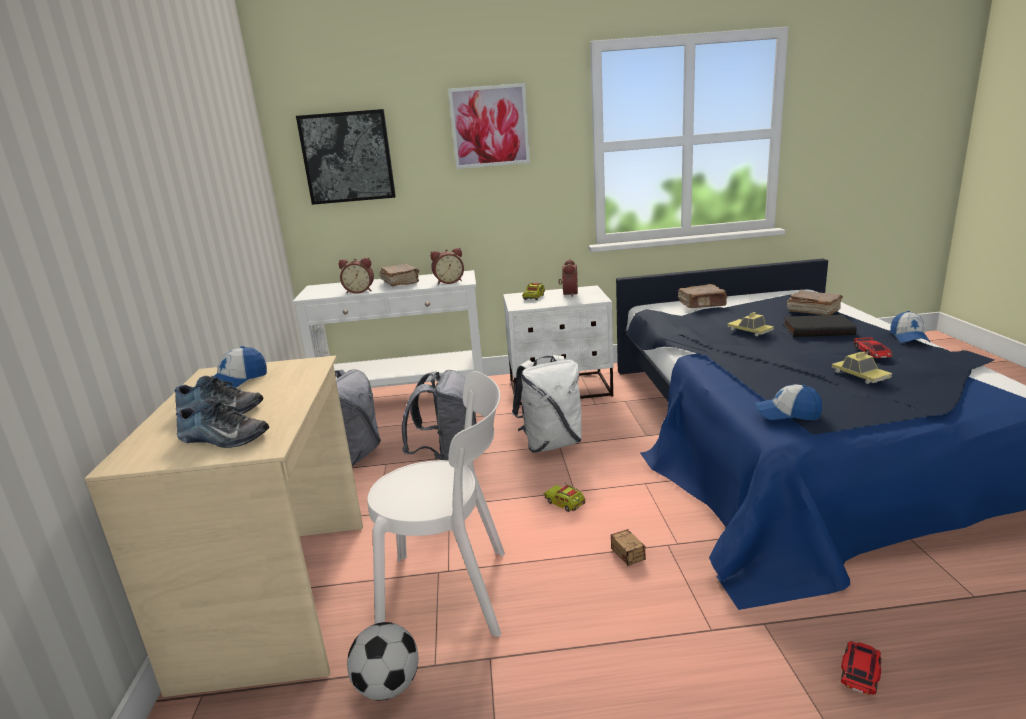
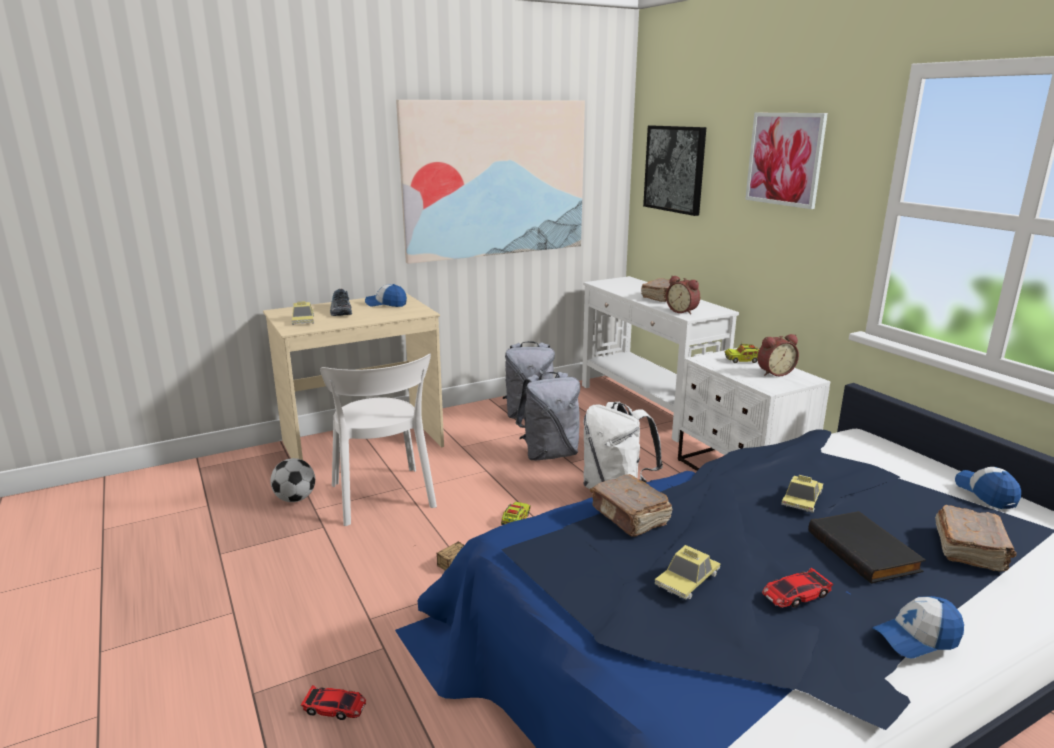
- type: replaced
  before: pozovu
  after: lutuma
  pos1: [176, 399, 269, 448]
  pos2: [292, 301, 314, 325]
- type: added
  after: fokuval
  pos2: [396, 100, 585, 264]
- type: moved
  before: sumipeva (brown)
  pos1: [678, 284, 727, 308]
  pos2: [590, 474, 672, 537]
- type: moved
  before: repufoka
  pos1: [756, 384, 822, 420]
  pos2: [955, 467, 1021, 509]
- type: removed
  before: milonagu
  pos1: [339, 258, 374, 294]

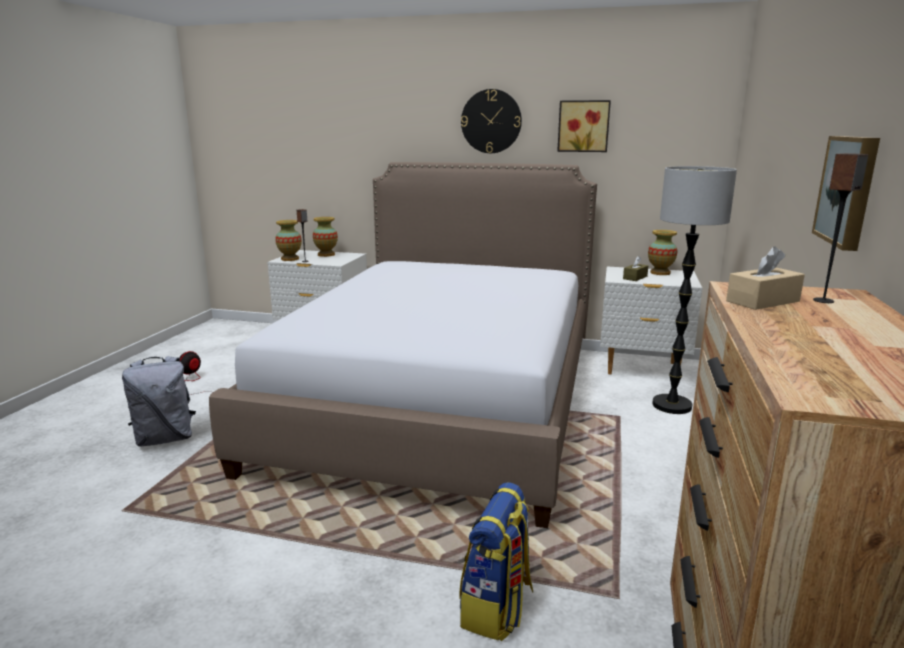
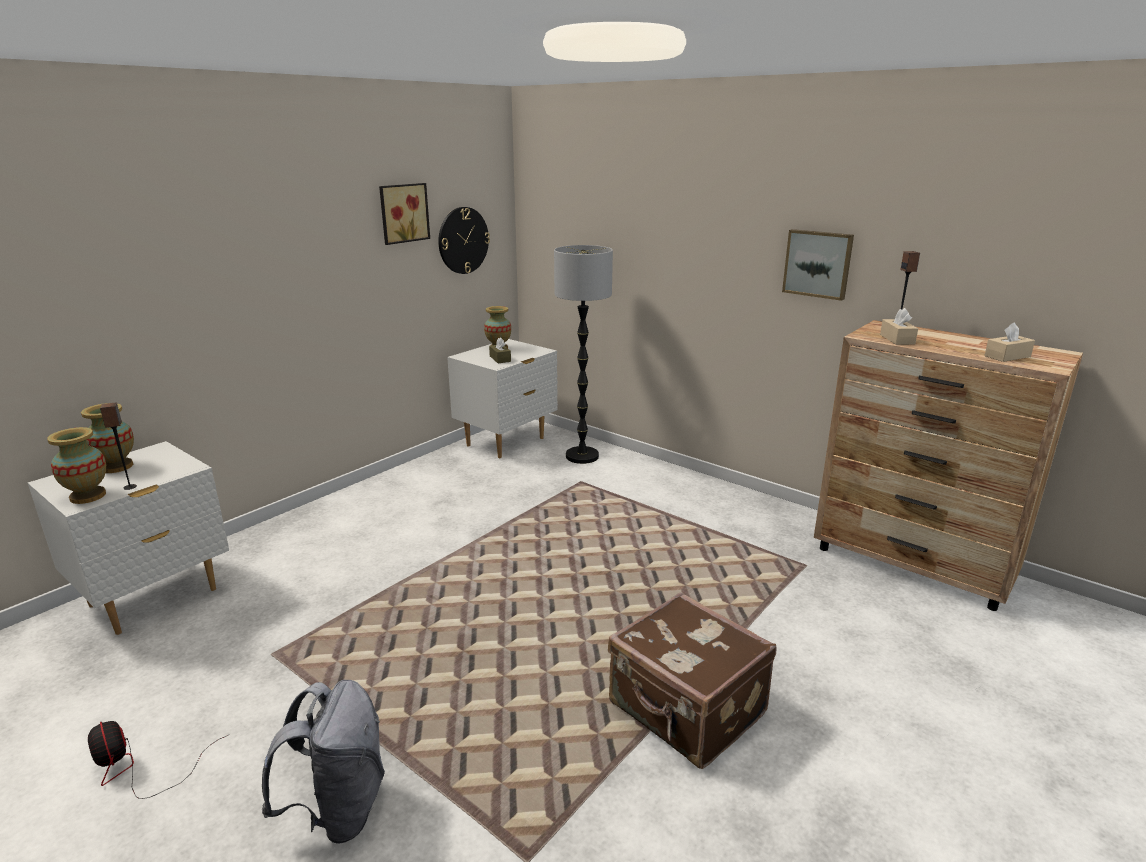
- type: moved
  before: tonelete
  pos1: [461, 89, 522, 153]
  pos2: [438, 207, 490, 274]
- type: added
  after: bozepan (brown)
  pos2: [608, 592, 777, 769]
- type: added
  after: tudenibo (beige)
  pos2: [984, 323, 1035, 362]
- type: removed
  before: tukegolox
  pos1: [209, 162, 597, 528]
- type: removed
  before: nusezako
  pos1: [459, 482, 533, 641]

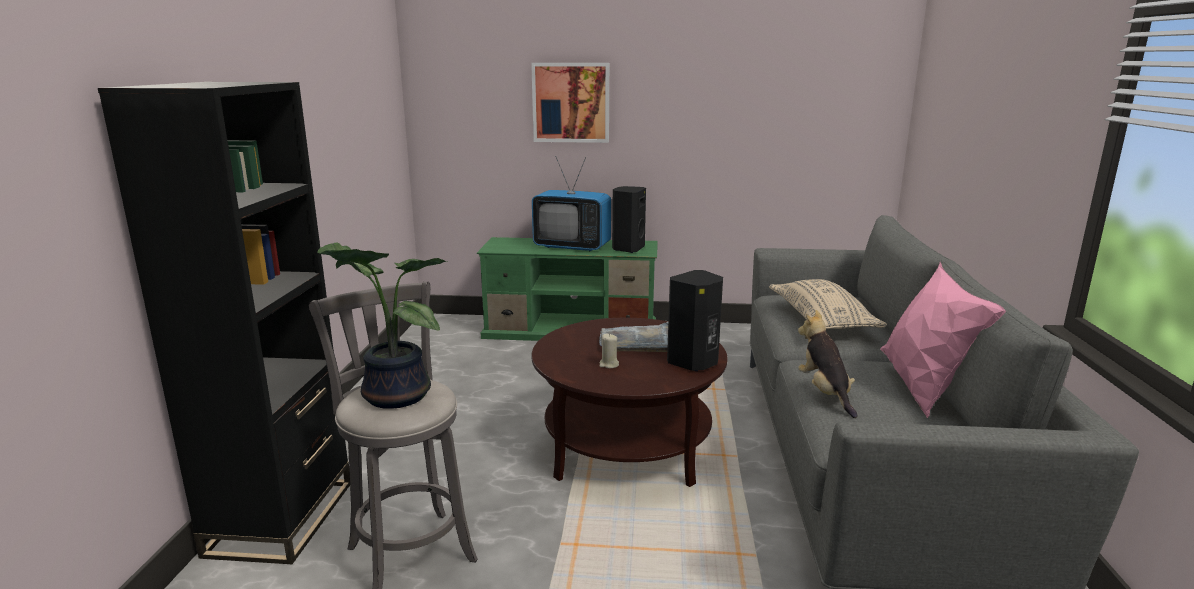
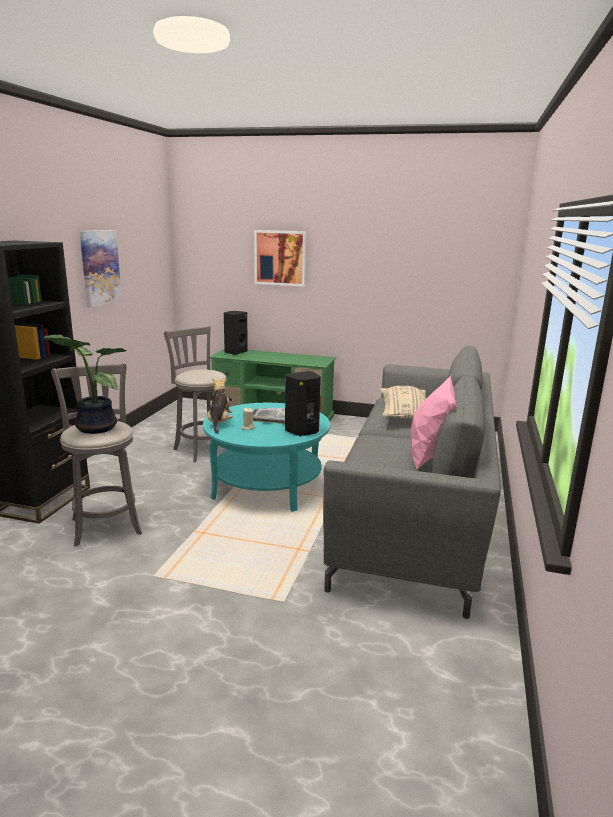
- type: added
  after: fokuval
  pos2: [80, 230, 122, 307]
- type: added
  after: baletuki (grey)
  pos2: [164, 326, 227, 462]
- type: recoloured
  before: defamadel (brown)
  after: defamadel (turquoise)
  pos1: [531, 318, 728, 487]
  pos2: [203, 403, 330, 512]
- type: moved
  before: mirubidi
  pos1: [798, 310, 858, 418]
  pos2: [208, 378, 233, 434]
- type: moved
  before: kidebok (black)
  pos1: [612, 186, 646, 253]
  pos2: [224, 311, 248, 355]
- type: removed
  before: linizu
  pos1: [532, 156, 611, 251]

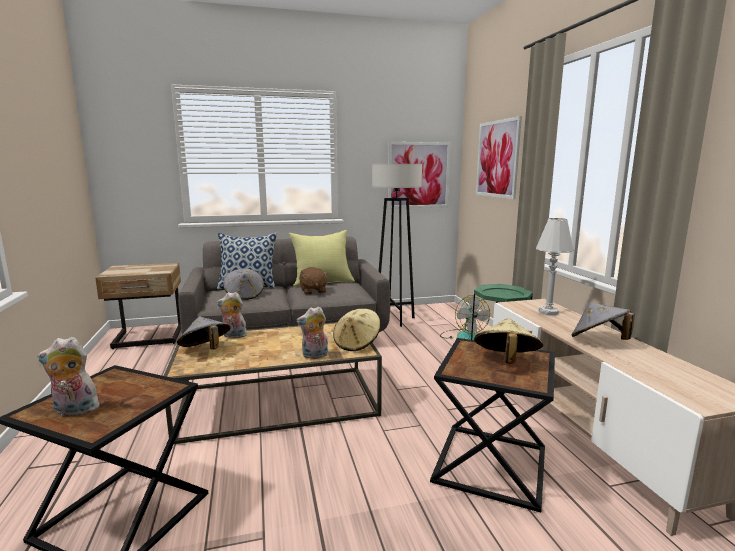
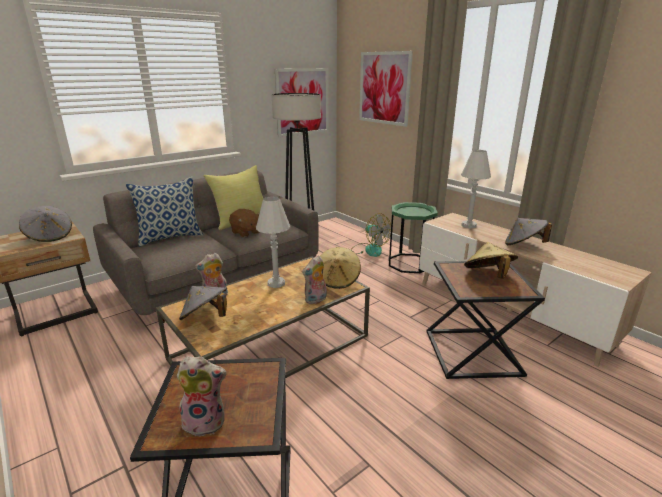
- type: moved
  before: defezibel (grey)
  pos1: [223, 269, 264, 300]
  pos2: [19, 206, 72, 242]
- type: turned
  before: mirubidi
  pos1: [37, 337, 100, 416]
  pos2: [177, 356, 227, 437]
  turn: -150
- type: added
  after: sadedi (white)
  pos2: [256, 196, 290, 288]

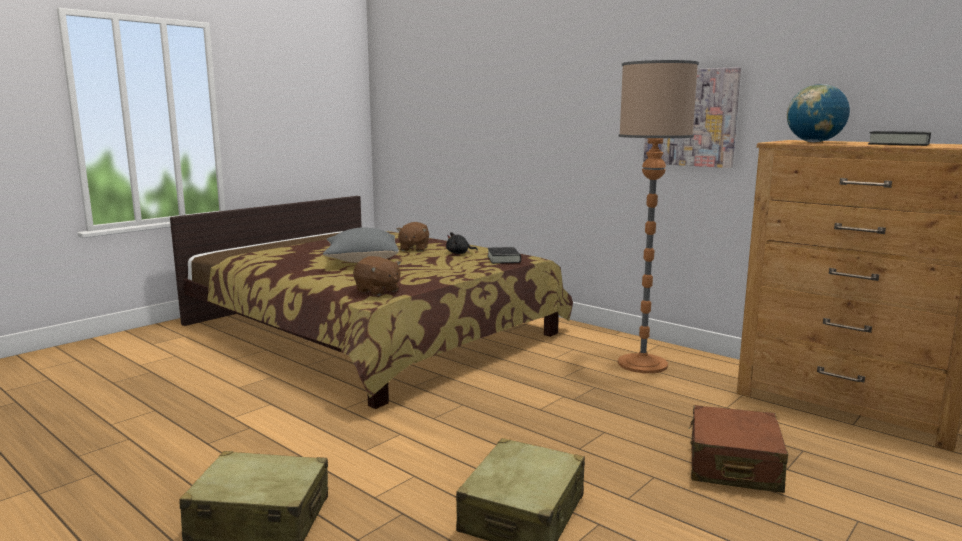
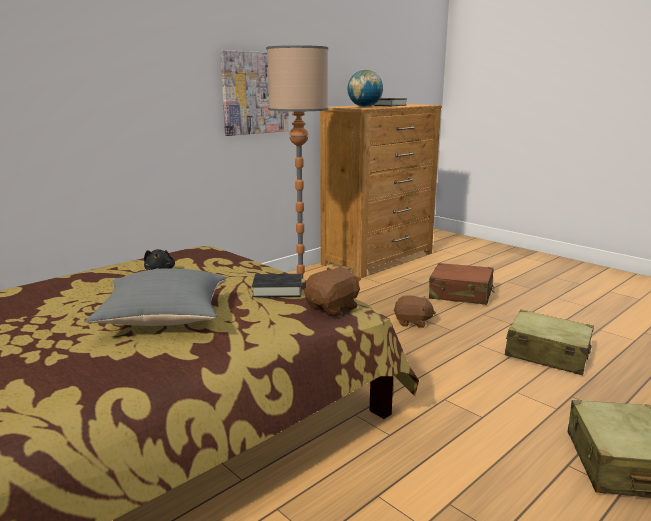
- type: moved
  before: sumipeva (black)
  pos1: [488, 247, 521, 264]
  pos2: [252, 274, 302, 297]
- type: moved
  before: mirubidi (brown)
  pos1: [396, 222, 429, 252]
  pos2: [394, 295, 436, 328]

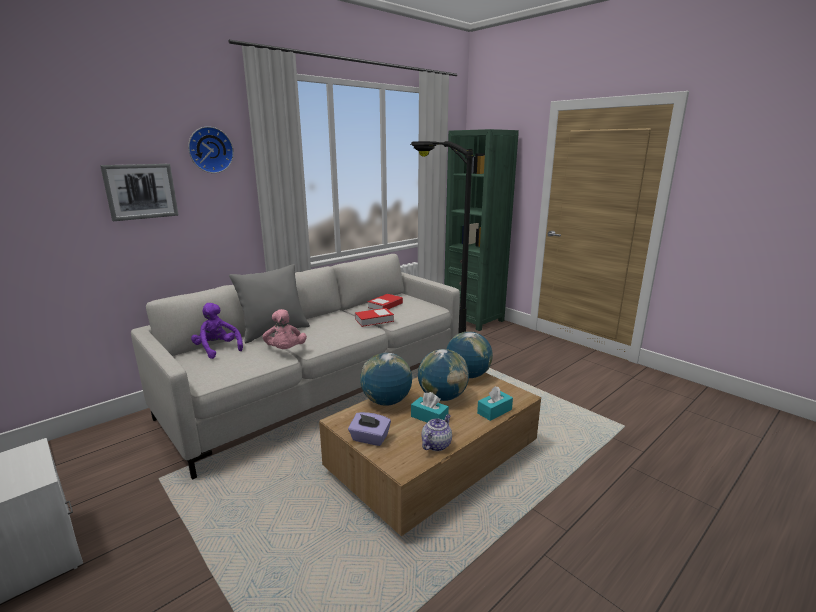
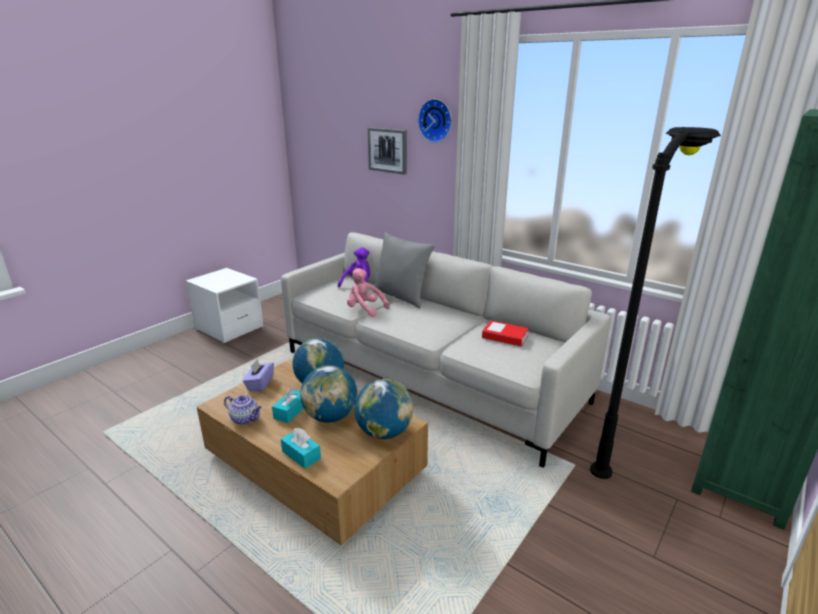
- type: turned
  before: mirubidi (pink)
  pos1: [263, 309, 307, 349]
  pos2: [347, 268, 389, 317]
  turn: 60
- type: removed
  before: sumipeva
  pos1: [355, 308, 394, 327]

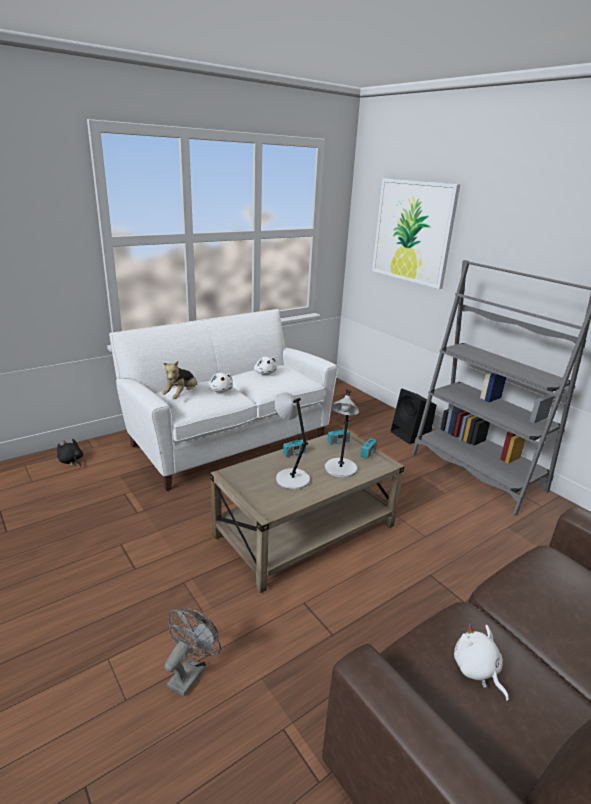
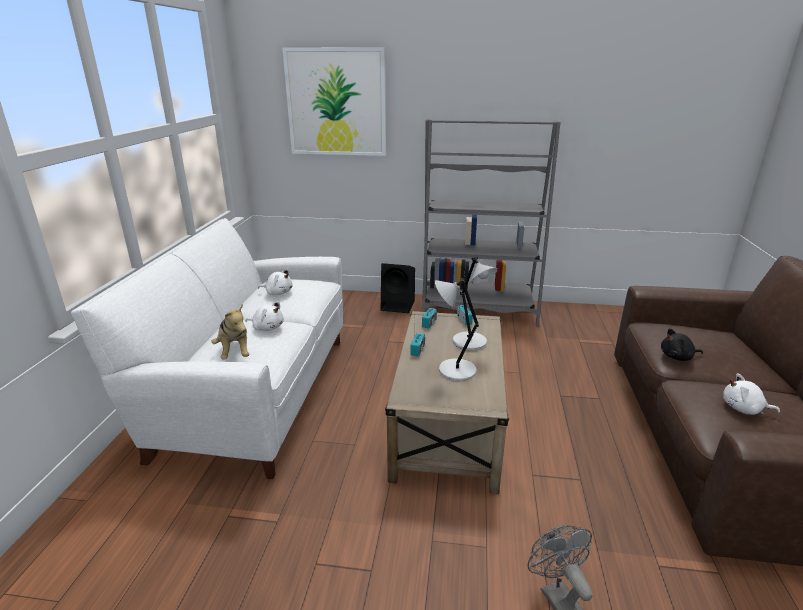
- type: moved
  before: mirubidi (black)
  pos1: [57, 439, 83, 467]
  pos2: [661, 328, 703, 361]

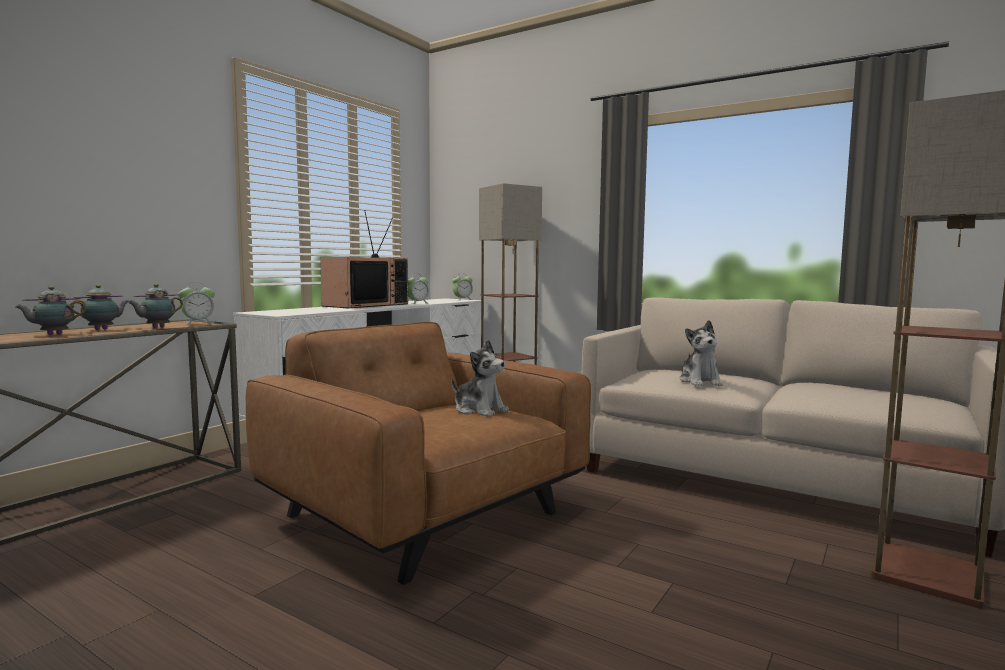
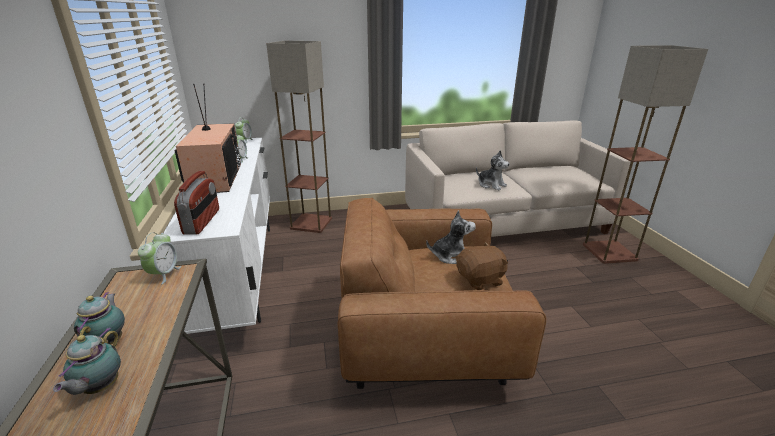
- type: added
  after: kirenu
  pos2: [174, 171, 219, 235]
- type: added
  after: mirubidi (brown)
  pos2: [456, 242, 508, 290]
- type: removed
  before: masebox
  pos1: [127, 284, 183, 328]

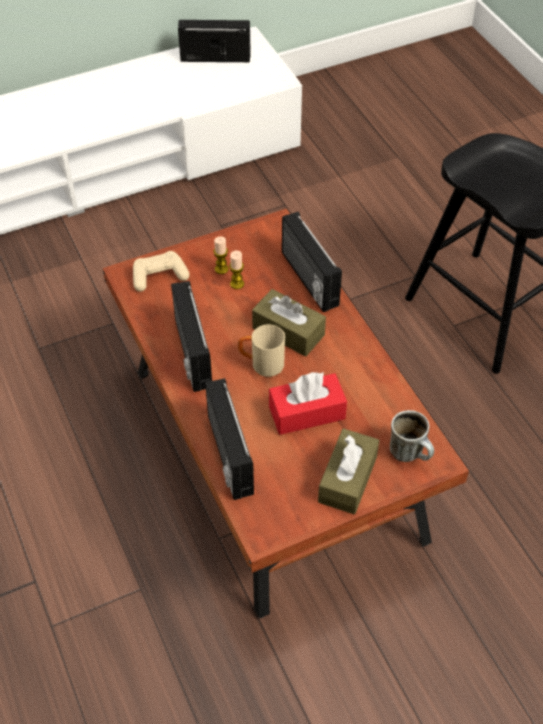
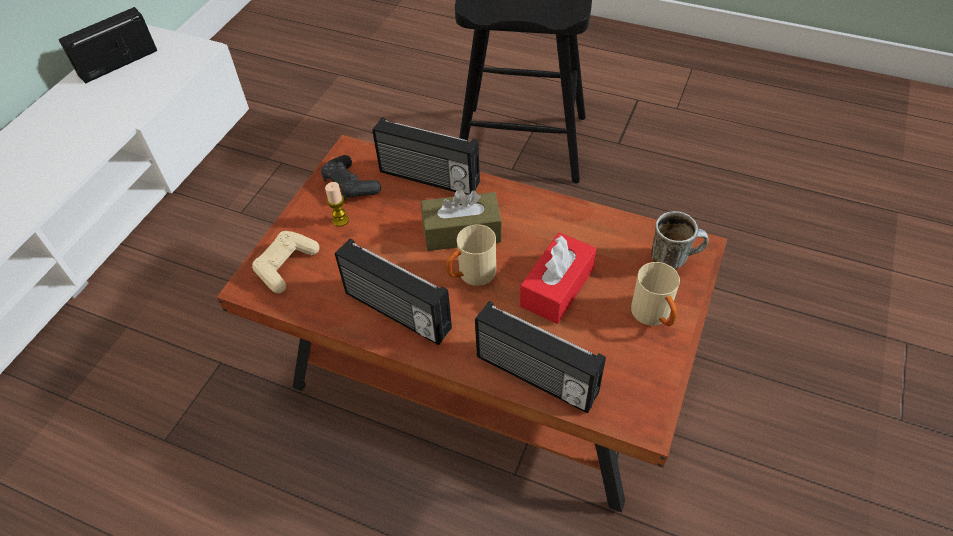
- type: added
  after: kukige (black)
  pos2: [321, 155, 381, 200]
- type: replaced
  before: tudenibo (brown)
  after: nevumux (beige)
  pos1: [318, 428, 379, 515]
  pos2: [631, 262, 680, 326]
- type: removed
  before: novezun
  pos1: [229, 250, 244, 289]

